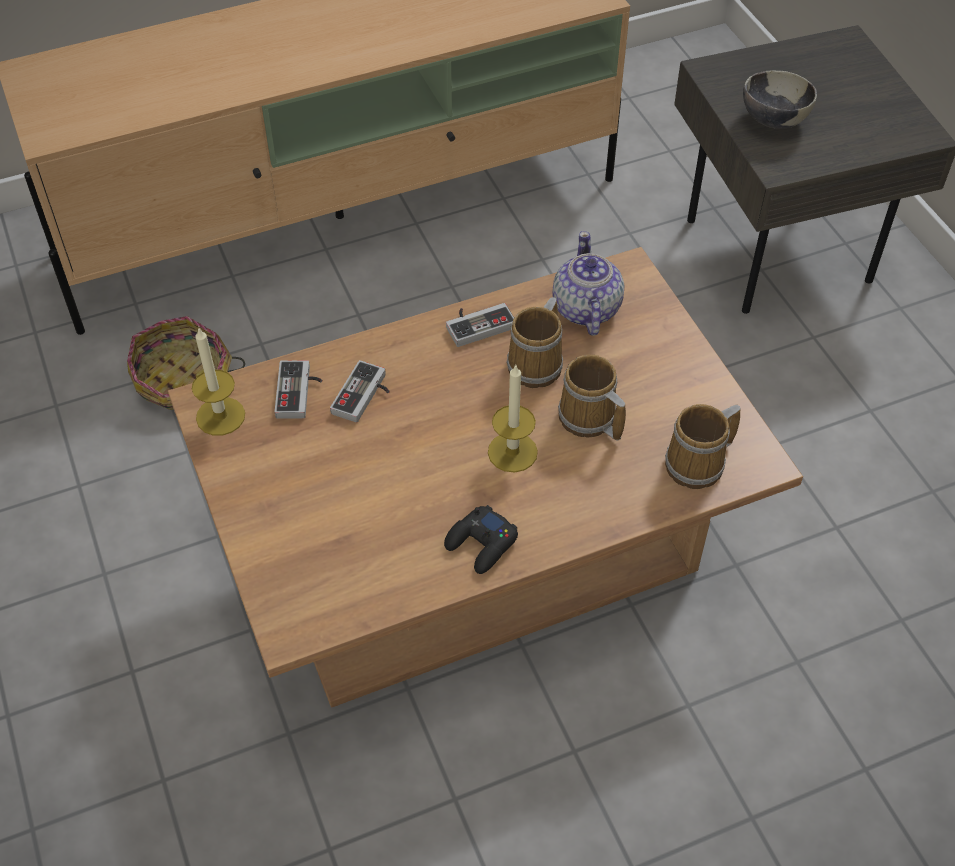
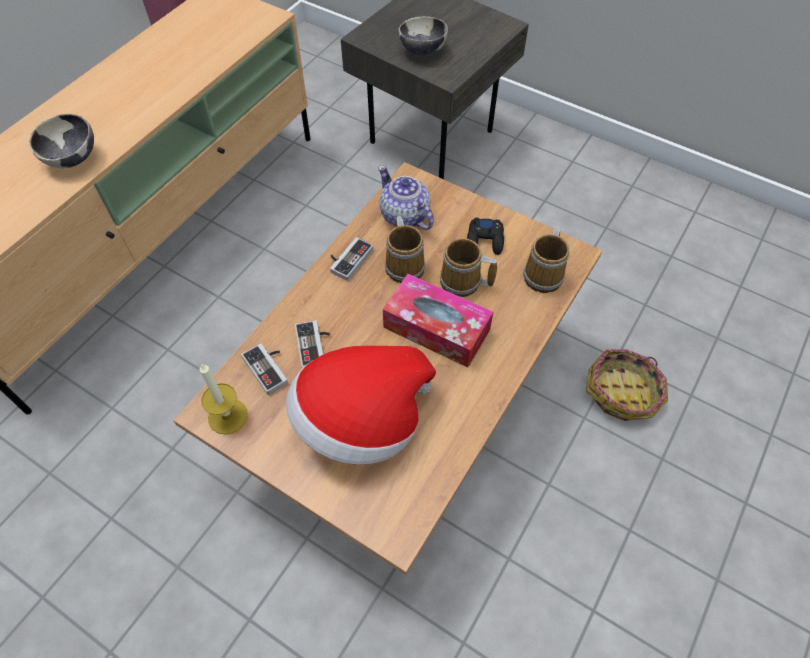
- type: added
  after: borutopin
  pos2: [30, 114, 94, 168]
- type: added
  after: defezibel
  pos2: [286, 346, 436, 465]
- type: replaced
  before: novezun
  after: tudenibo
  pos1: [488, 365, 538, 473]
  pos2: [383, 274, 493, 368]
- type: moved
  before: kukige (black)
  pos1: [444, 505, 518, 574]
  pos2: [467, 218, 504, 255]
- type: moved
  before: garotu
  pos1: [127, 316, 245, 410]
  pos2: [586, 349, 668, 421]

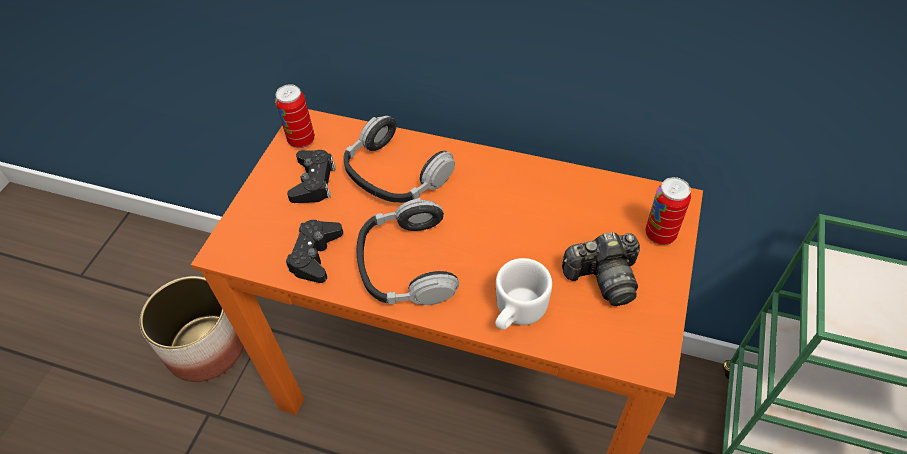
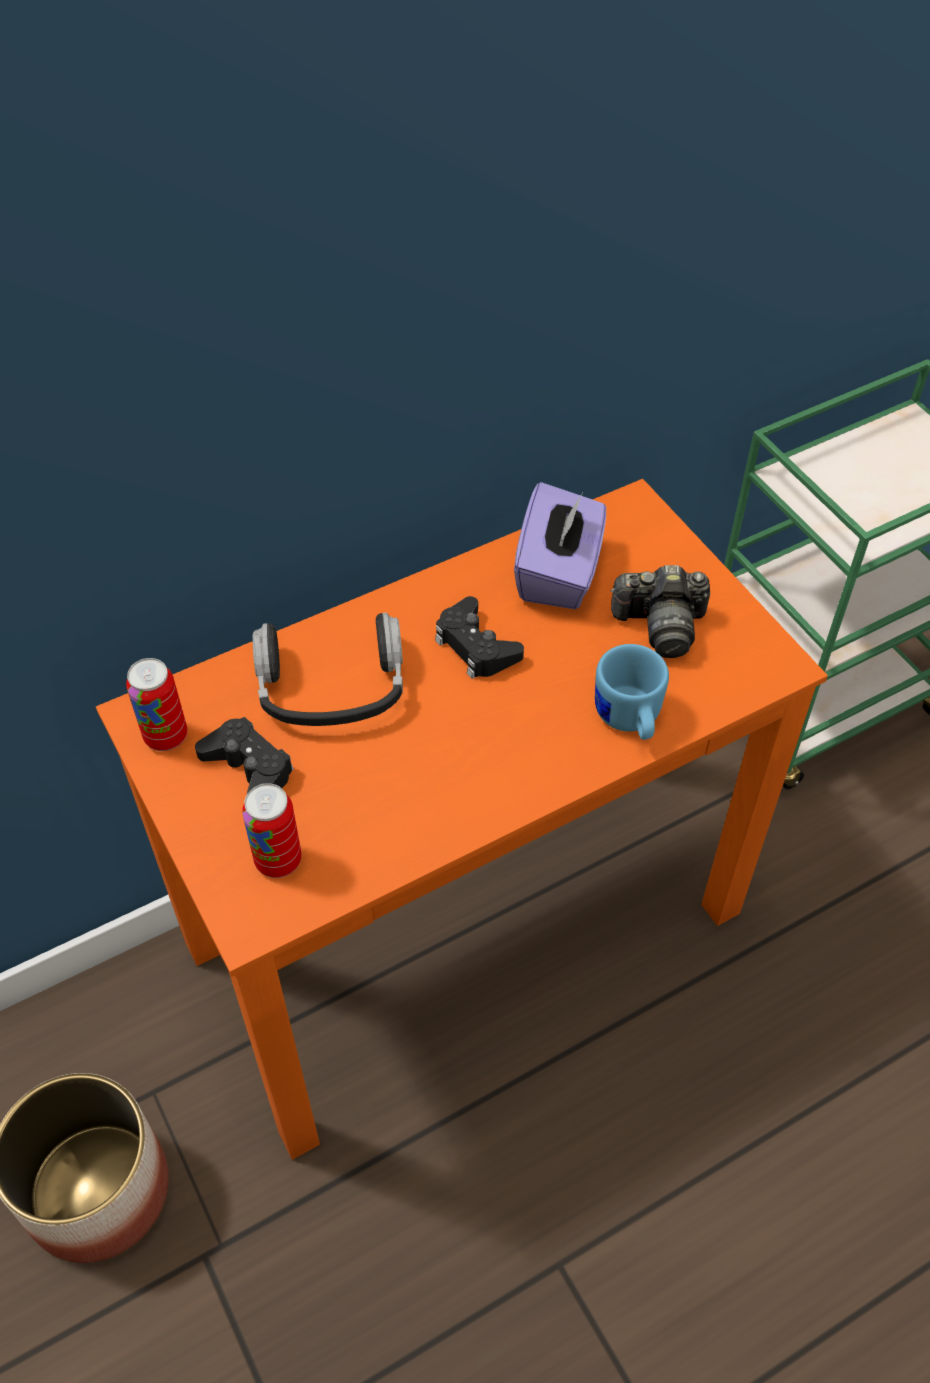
- type: moved
  before: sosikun
  pos1: [645, 177, 691, 245]
  pos2: [242, 783, 302, 878]
- type: moved
  before: kukige (black)
  pos1: [286, 220, 343, 283]
  pos2: [435, 596, 524, 679]
- type: added
  after: tudenibo (purple)
  pos2: [514, 482, 606, 609]
- type: recoloured
  before: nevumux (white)
  after: nevumux (blue)
  pos1: [495, 258, 552, 330]
  pos2: [595, 644, 669, 740]
- type: turned
  before: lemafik
  pos1: [562, 232, 640, 306]
  pos2: [611, 565, 710, 658]
  turn: 60
- type: removed
  before: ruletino
  pos1: [357, 198, 459, 305]

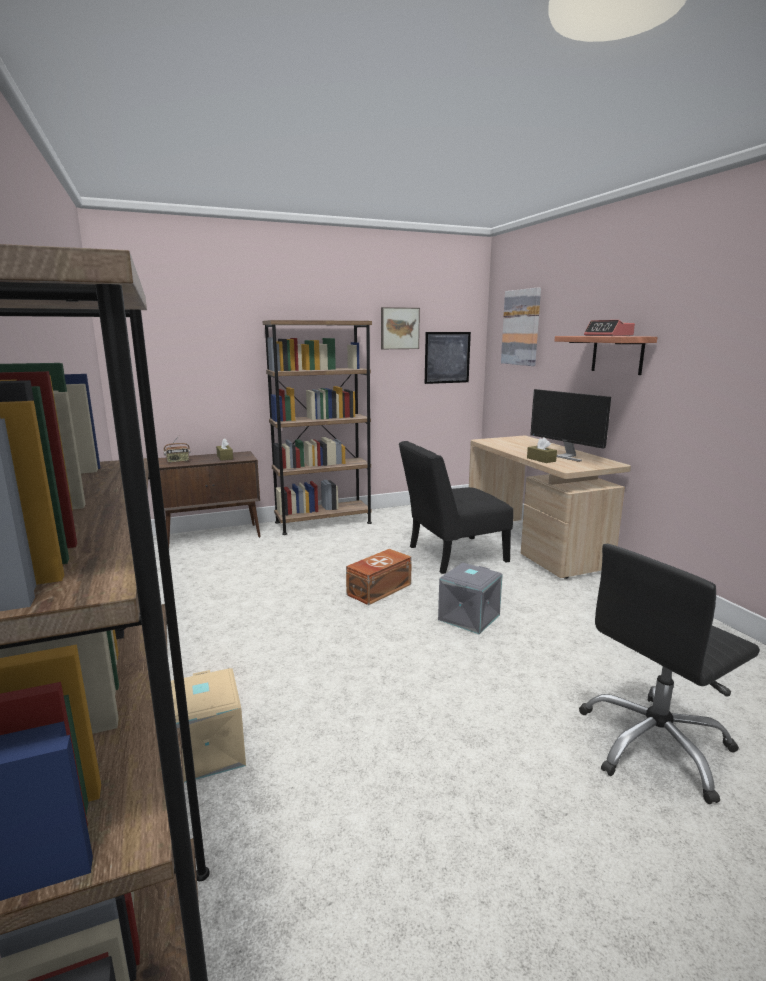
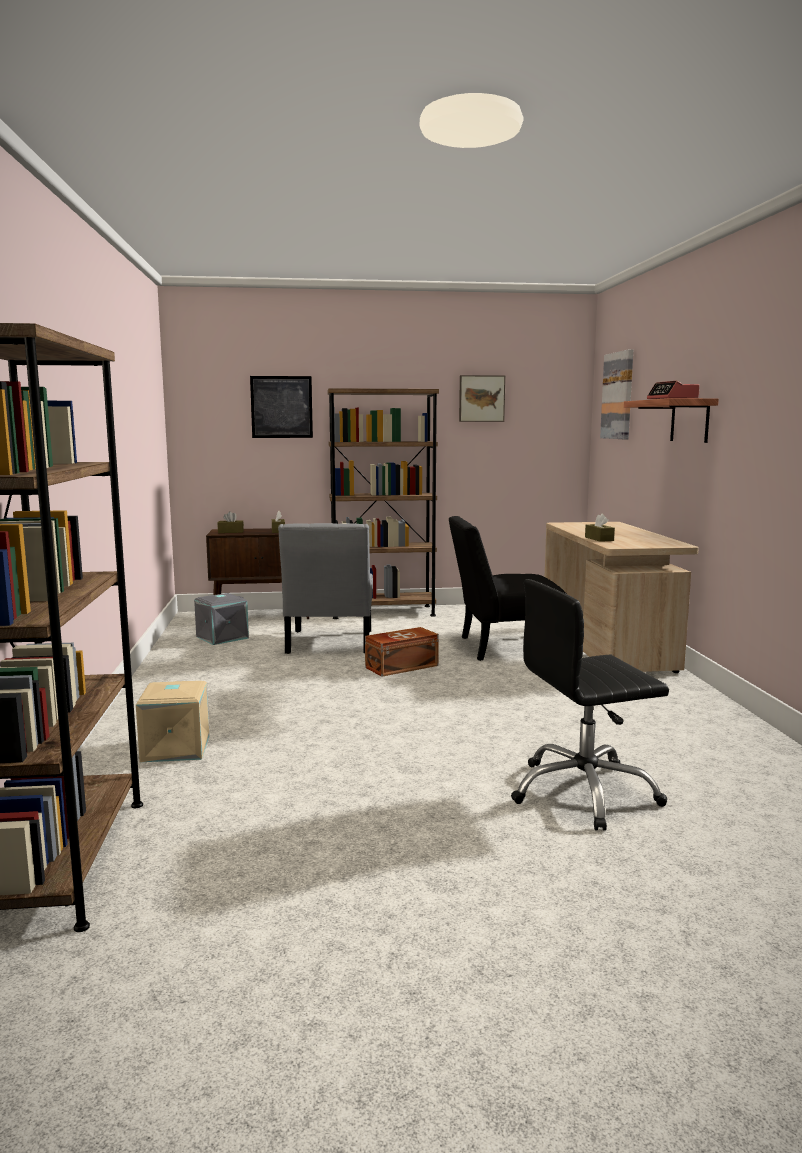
- type: moved
  before: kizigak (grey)
  pos1: [438, 563, 503, 634]
  pos2: [194, 593, 249, 645]
- type: replaced
  before: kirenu
  after: tudenibo (brown)
  pos1: [163, 435, 191, 463]
  pos2: [217, 511, 244, 533]
- type: moved
  before: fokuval
  pos1: [425, 332, 471, 384]
  pos2: [250, 376, 313, 438]
- type: added
  after: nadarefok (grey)
  pos2: [278, 523, 373, 654]
- type: removed
  before: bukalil
  pos1: [530, 389, 611, 462]

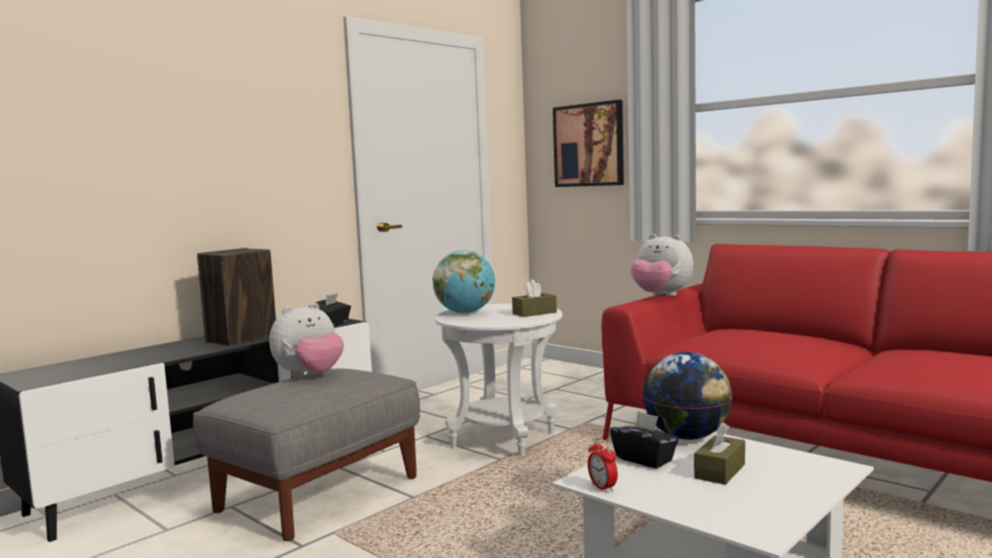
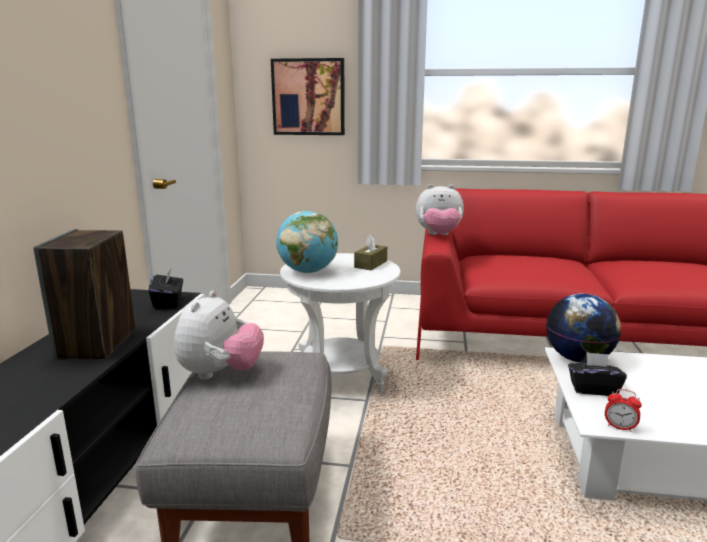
- type: removed
  before: tudenibo (brown)
  pos1: [694, 422, 745, 485]

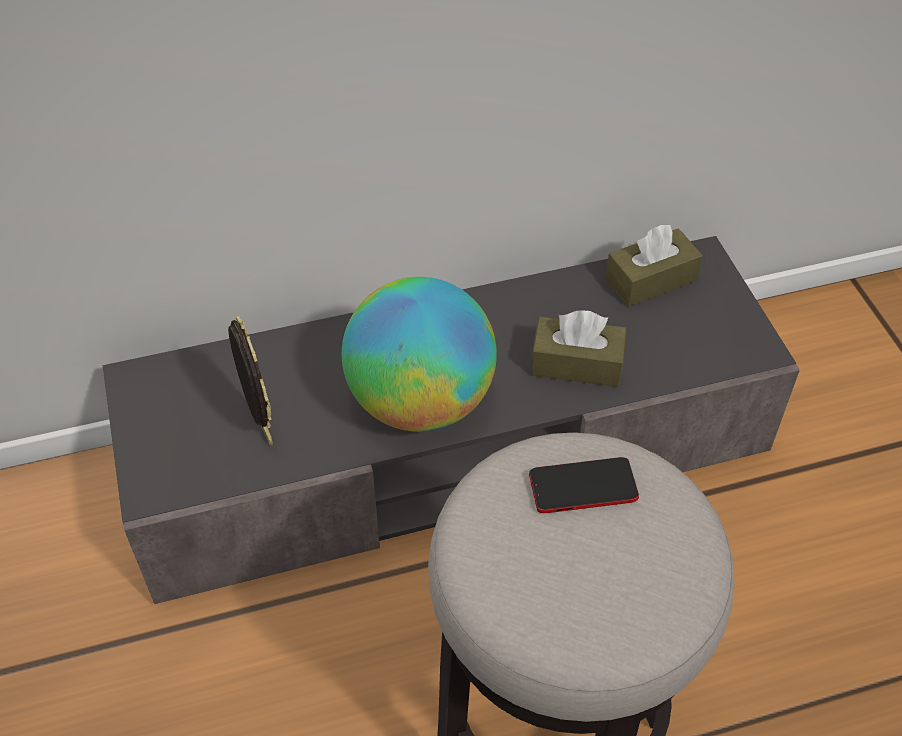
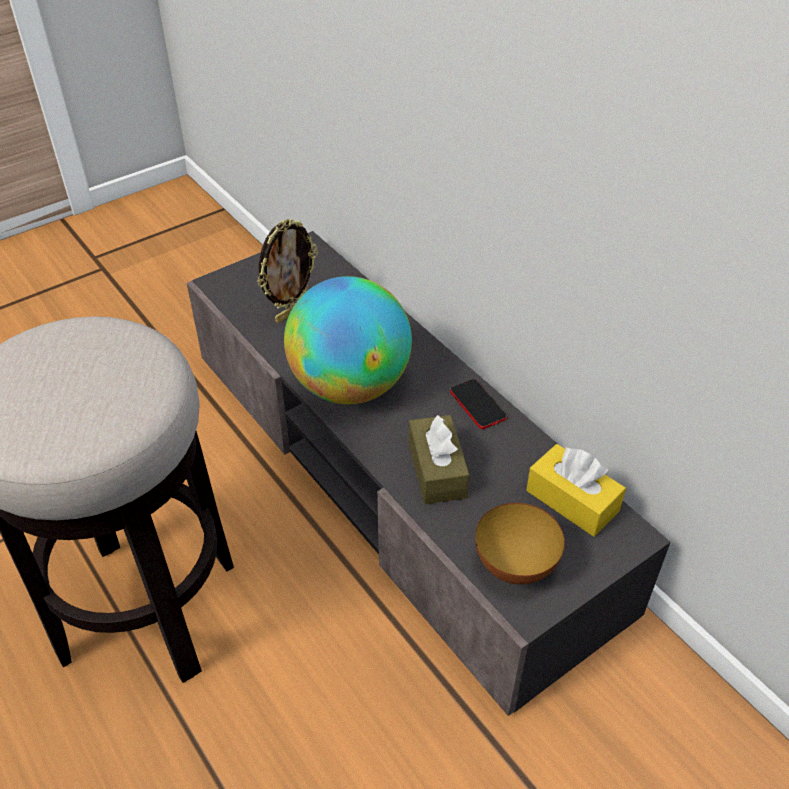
- type: moved
  before: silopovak
  pos1: [529, 457, 639, 513]
  pos2: [450, 379, 506, 429]
- type: added
  after: borutopin
  pos2: [475, 503, 565, 584]
- type: recoloured
  before: tudenibo (brown)
  after: tudenibo (yellow)
  pos1: [605, 225, 703, 307]
  pos2: [526, 444, 626, 537]

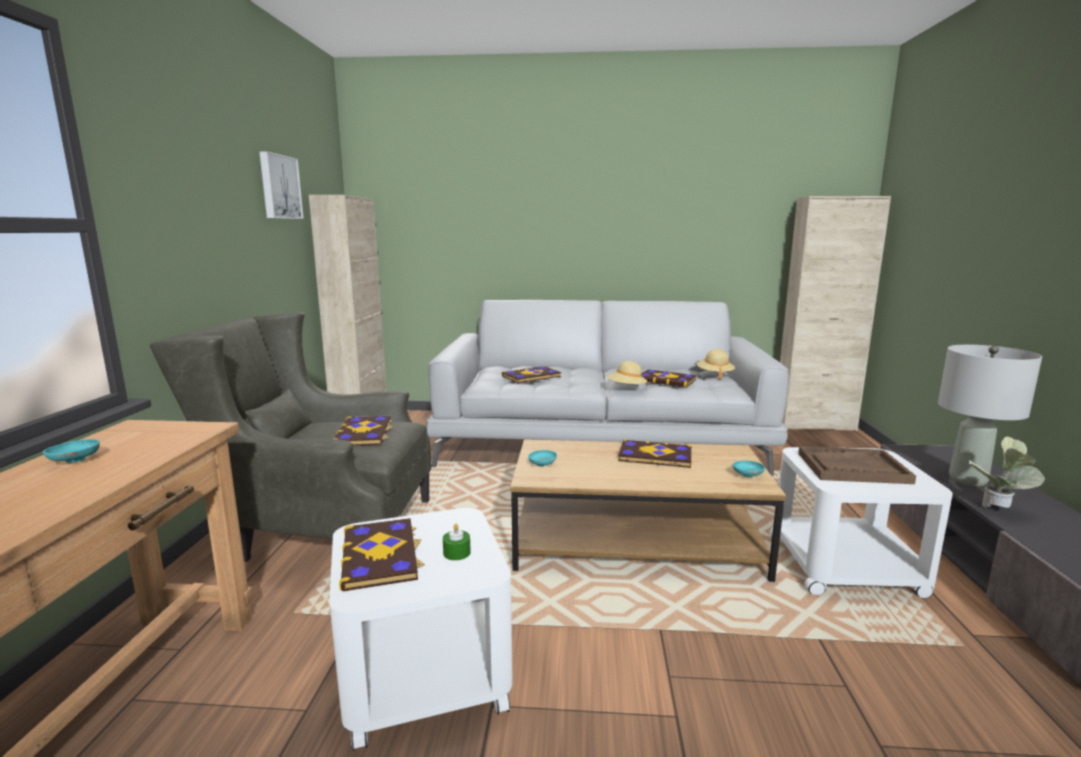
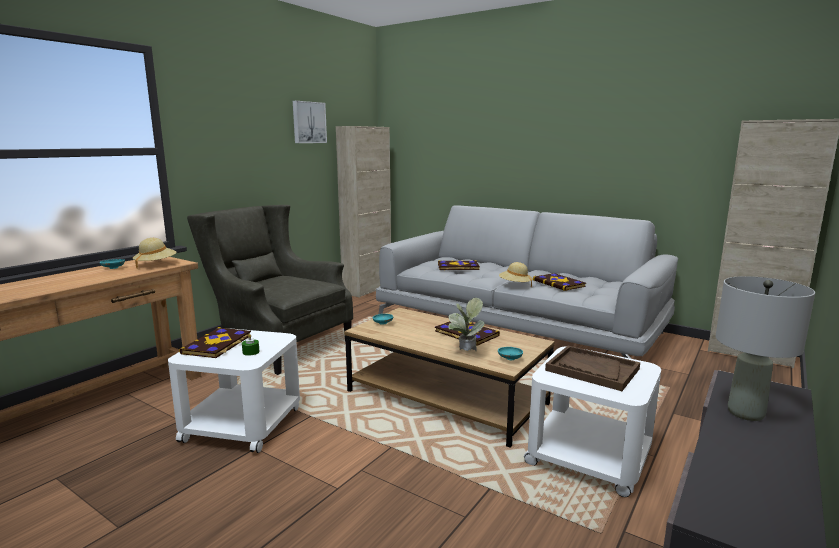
- type: moved
  before: defezibel (beige)
  pos1: [697, 349, 735, 380]
  pos2: [133, 238, 177, 269]
- type: moved
  before: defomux
  pos1: [968, 436, 1045, 508]
  pos2: [449, 298, 485, 352]
- type: removed
  before: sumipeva
  pos1: [334, 416, 393, 446]

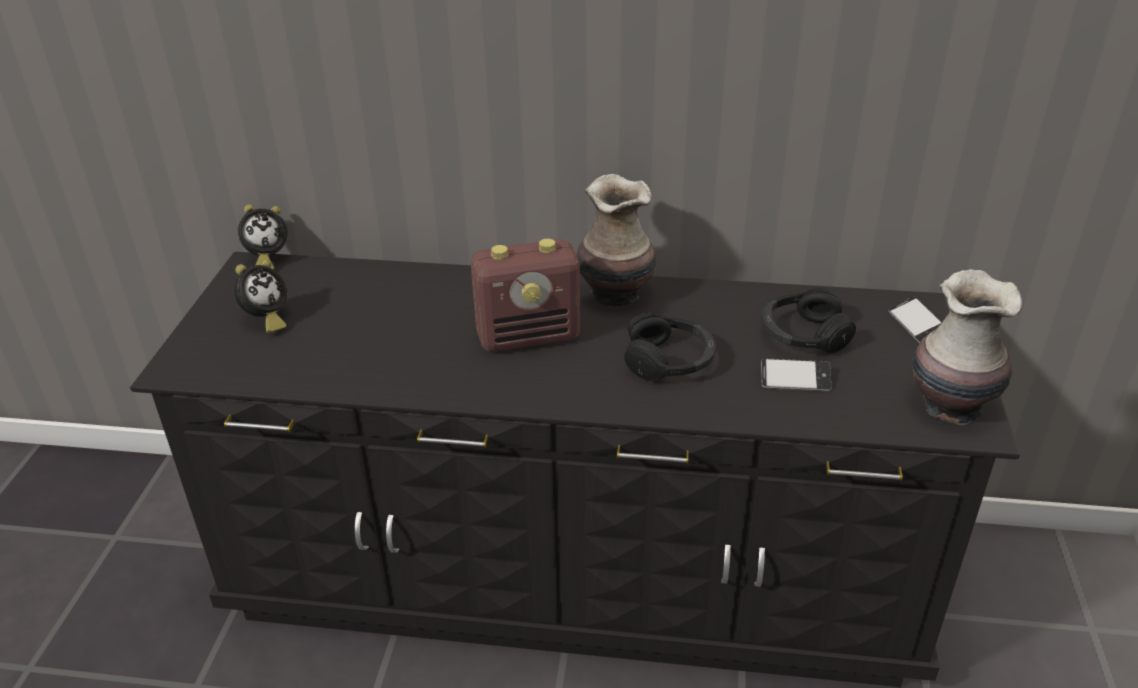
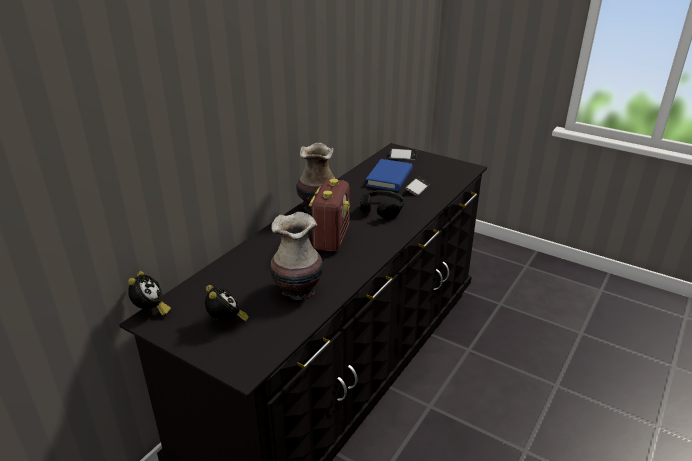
- type: moved
  before: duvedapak
  pos1: [912, 269, 1022, 425]
  pos2: [270, 212, 323, 300]
- type: replaced
  before: ruletino (black)
  after: sumipeva (blue)
  pos1: [762, 288, 856, 354]
  pos2: [366, 159, 413, 191]

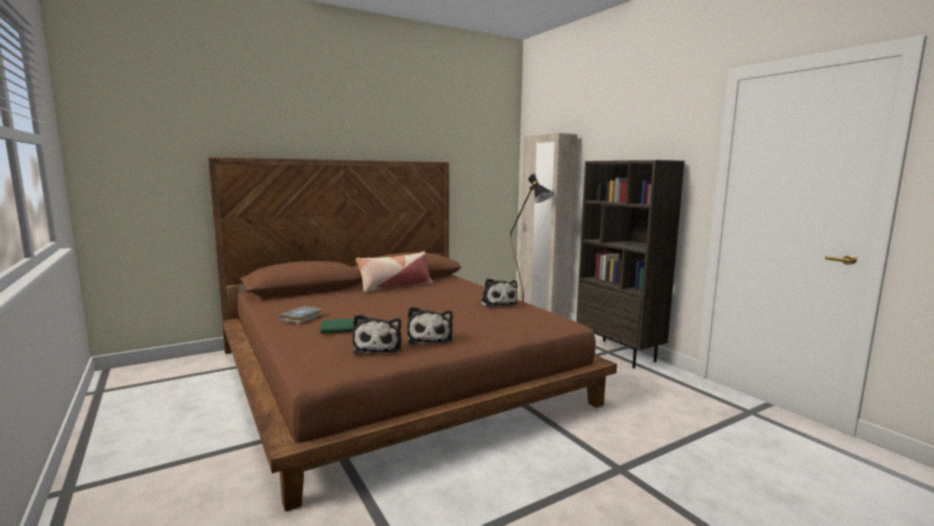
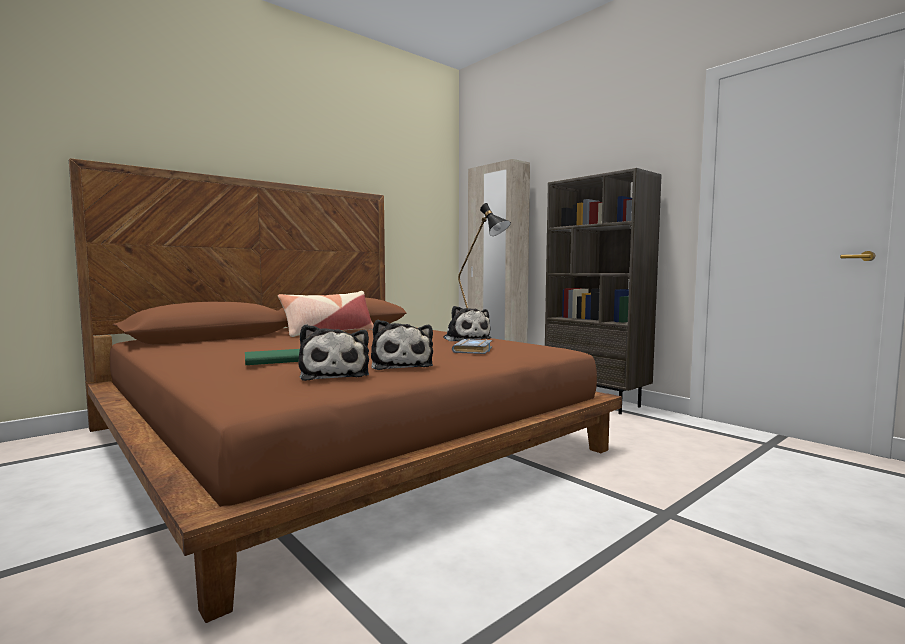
- type: moved
  before: sumipeva (grey)
  pos1: [279, 306, 323, 324]
  pos2: [452, 339, 492, 354]

